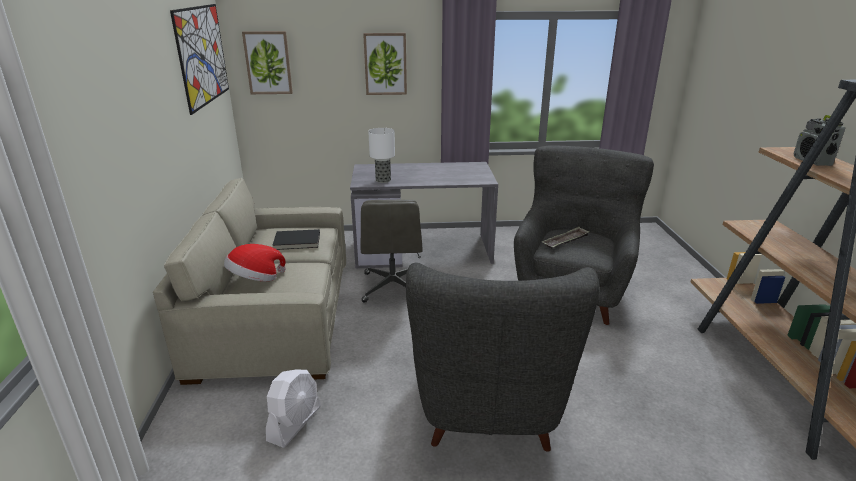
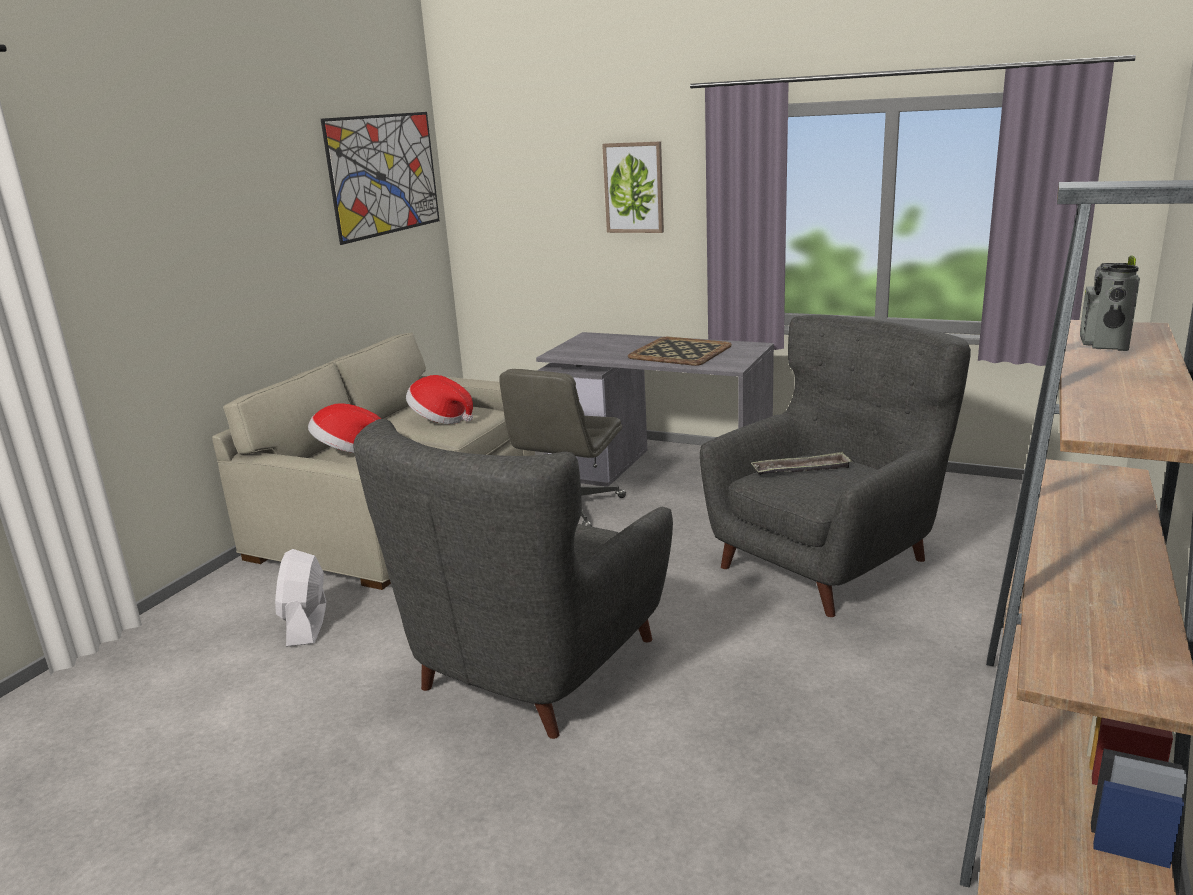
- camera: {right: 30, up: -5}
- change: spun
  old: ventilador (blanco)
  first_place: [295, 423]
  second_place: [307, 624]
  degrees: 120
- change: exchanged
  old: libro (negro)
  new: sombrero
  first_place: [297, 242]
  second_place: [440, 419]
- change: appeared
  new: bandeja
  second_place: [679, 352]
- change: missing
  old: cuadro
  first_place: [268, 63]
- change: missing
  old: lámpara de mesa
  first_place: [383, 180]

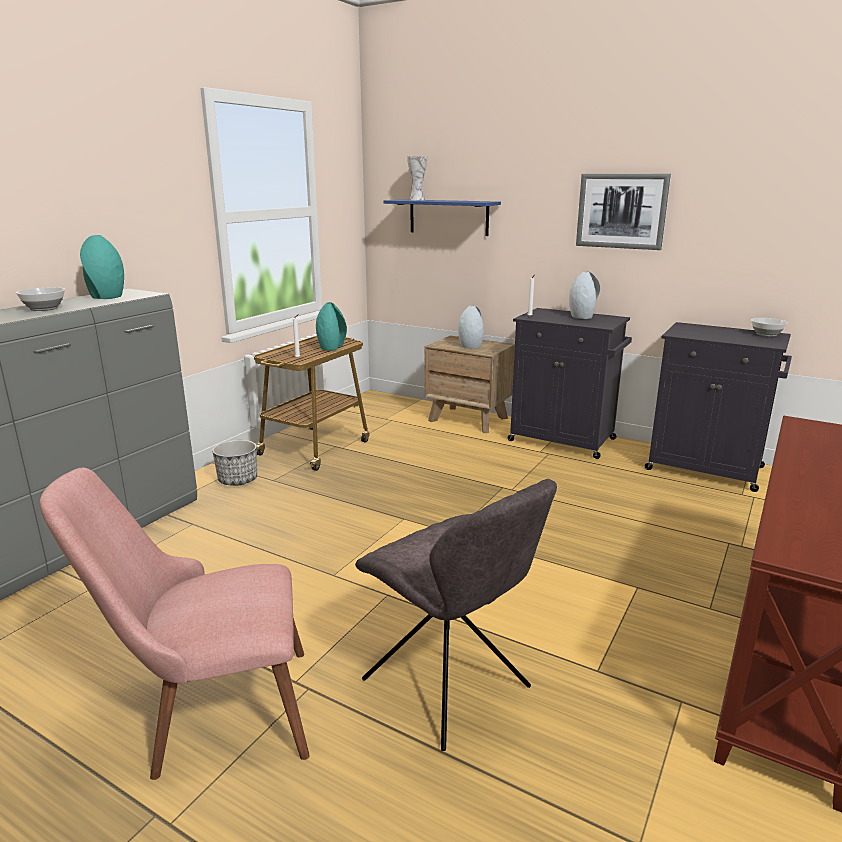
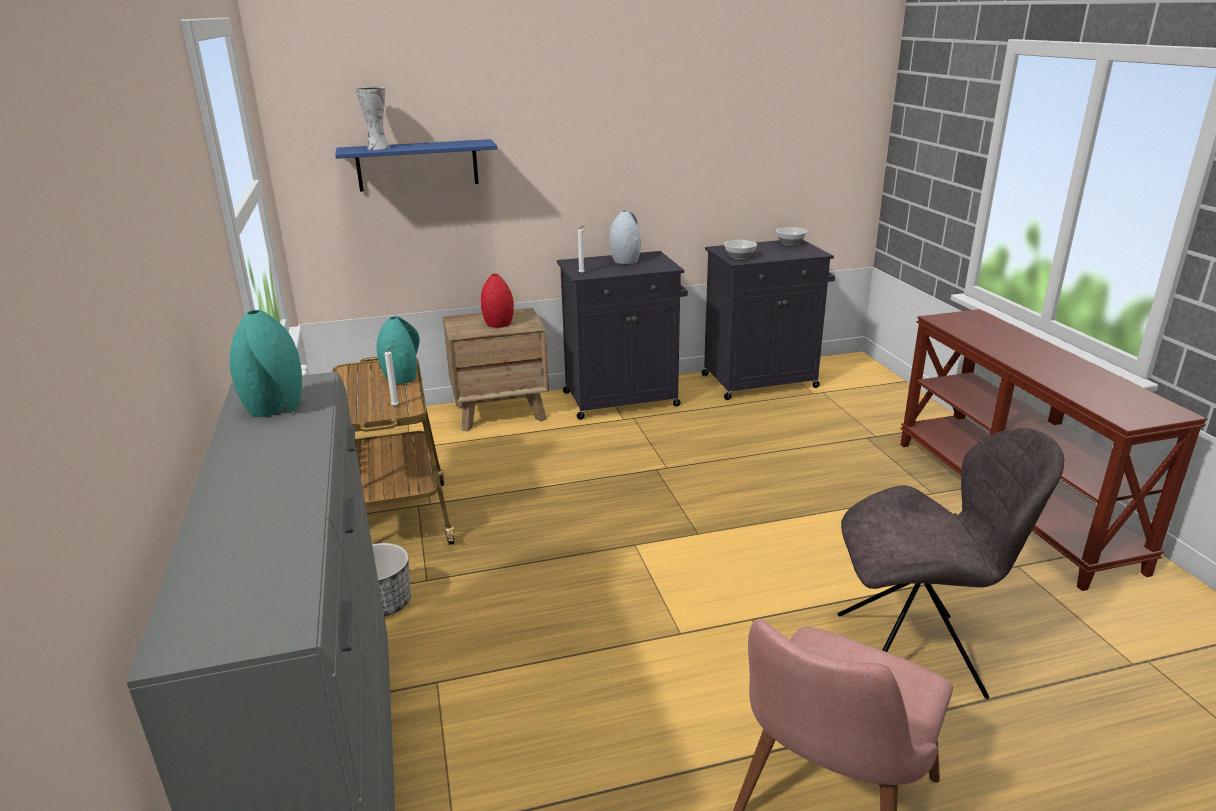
- camera: {right: -45, up: 5}
- change: colour
  old: florero (gris)
  new: florero (rojo)
  first_place: [470, 346]
  second_place: [497, 324]
- change: relocated
  old: cuenco
  first_place: [43, 309]
  second_place: [740, 257]
- change: missing
  old: cuadro
  first_place: [621, 211]

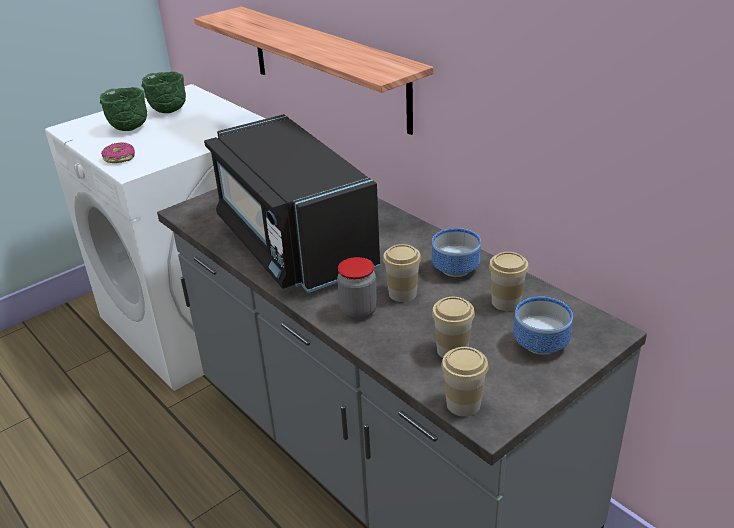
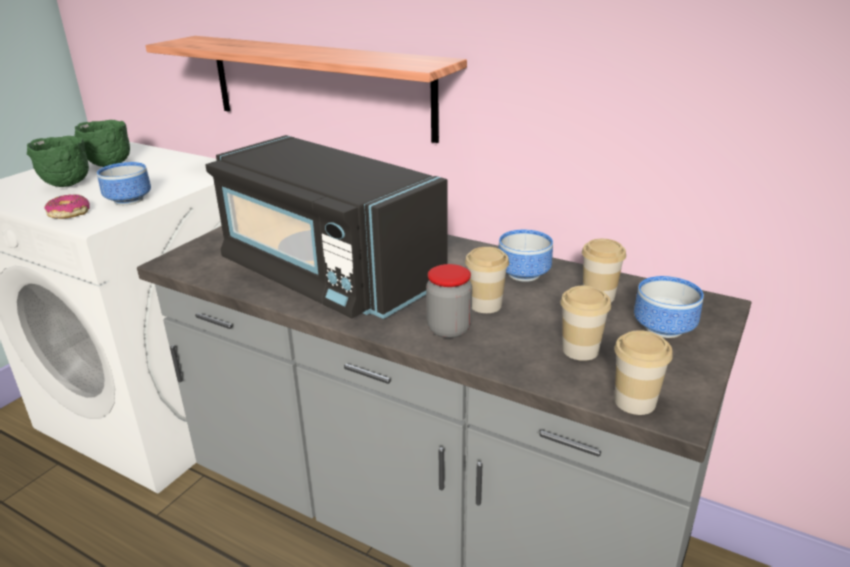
- camera: {right: -20, up: -5}
- change: appeared
  new: cuenco
  second_place: [127, 201]

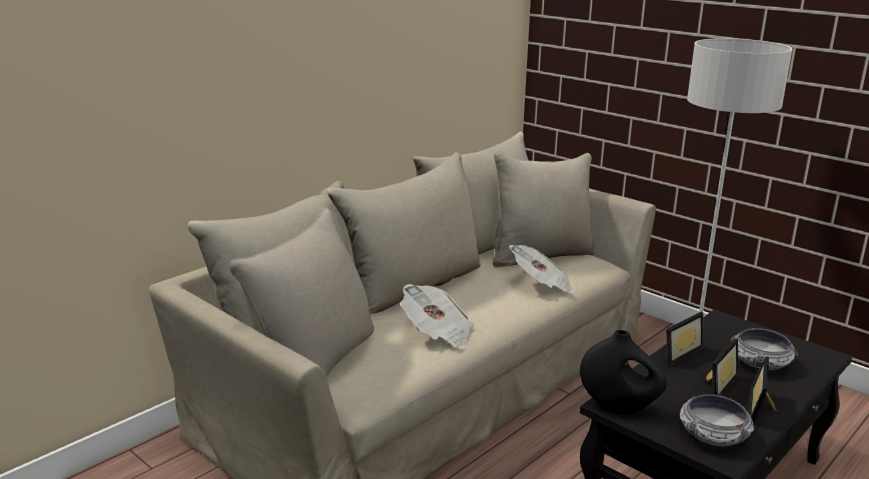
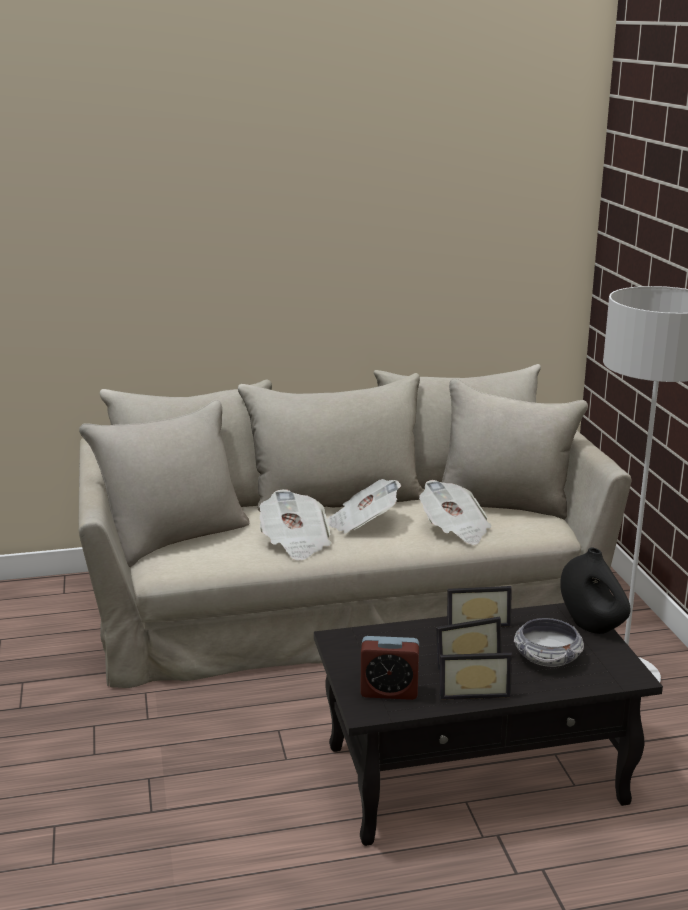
- camera: {right: 35, up: 0}
- change: appeared
  new: periódico
  second_place: [362, 523]
- change: exchanged
  old: cuenco
  new: despertador
  first_place: [713, 434]
  second_place: [389, 691]
- change: spun
  old: portarretratos
  first_place: [763, 409]
  second_place: [473, 691]
  degrees: -150
- change: relocated
  old: florero (negro)
  first_place: [619, 407]
  second_place: [591, 625]

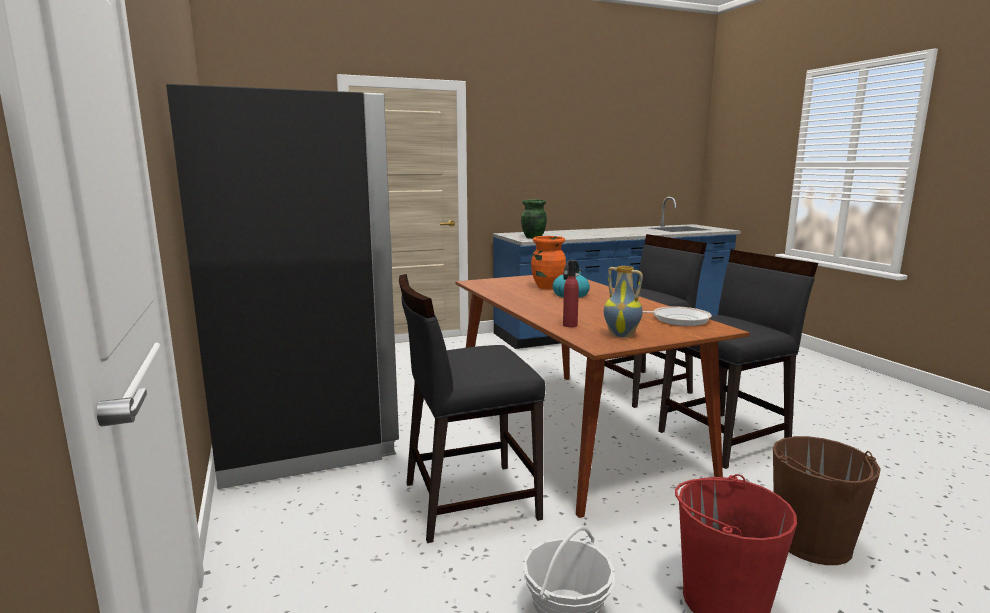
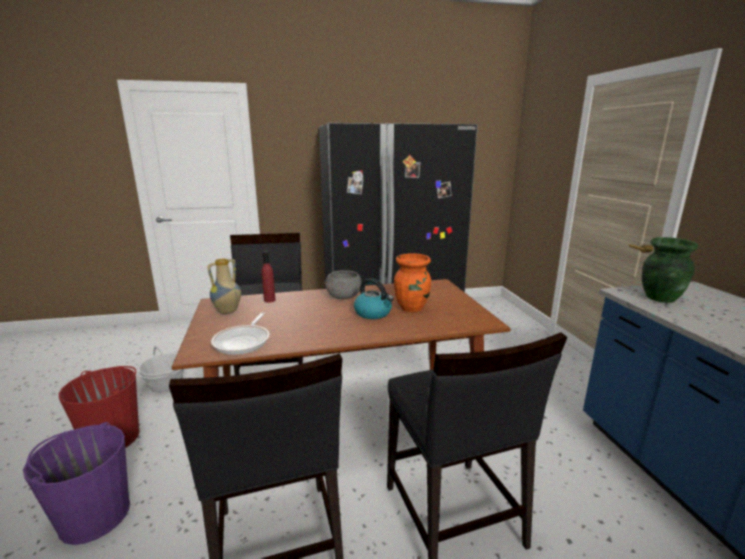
- camera: {right: 100, up: 5}
- change: colour
  old: cubo (marrón)
  new: cubo (morado)
  first_place: [812, 542]
  second_place: [94, 516]
- change: appeared
  new: cuenco (gris)
  second_place: [343, 297]

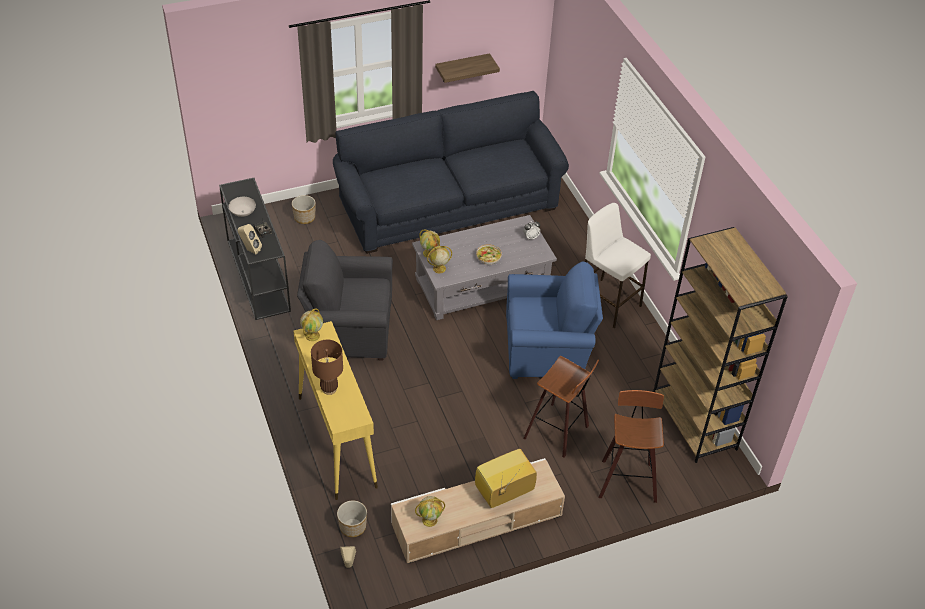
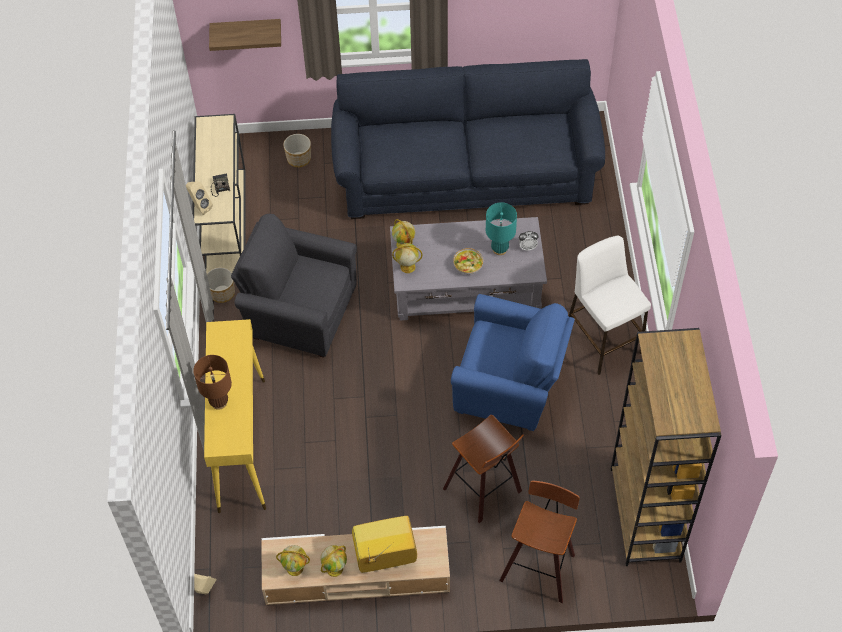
- camera: {right: 20, up: 10}
- change: colour
  old: mesa consola (negro)
  new: mesa consola (beis)
  first_place: [257, 274]
  second_place: [225, 221]
- change: relocated
  old: maceta
  first_place: [352, 527]
  second_place: [222, 293]
- change: relocated
  old: estante
  first_place: [462, 68]
  second_place: [246, 30]
- change: relocated
  old: globo terráqueo
  first_place: [312, 335]
  second_place: [335, 568]
- change: appeared
  new: lámpara de mesa (turquesa)
  second_place: [499, 249]
- change: missing
  old: cuenco (blanco)
  first_place: [243, 213]

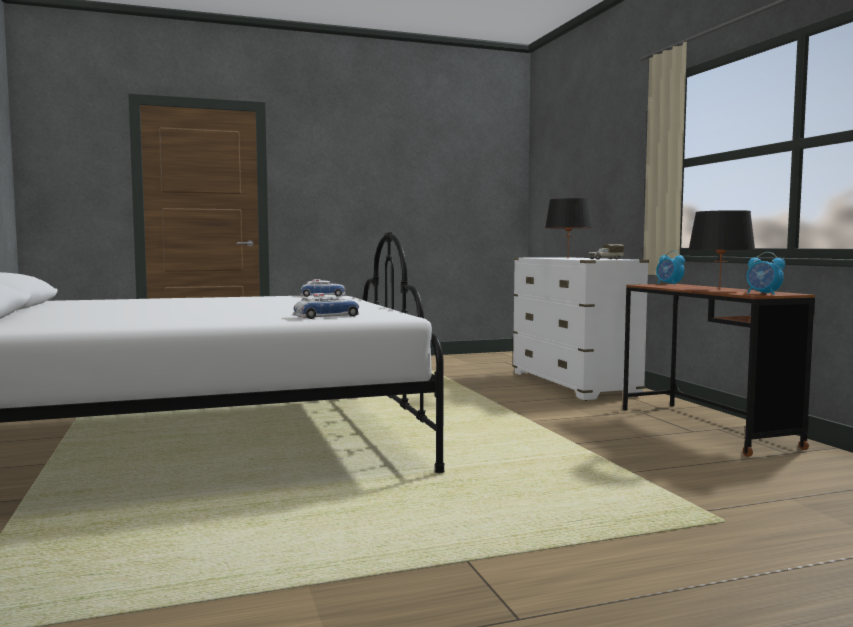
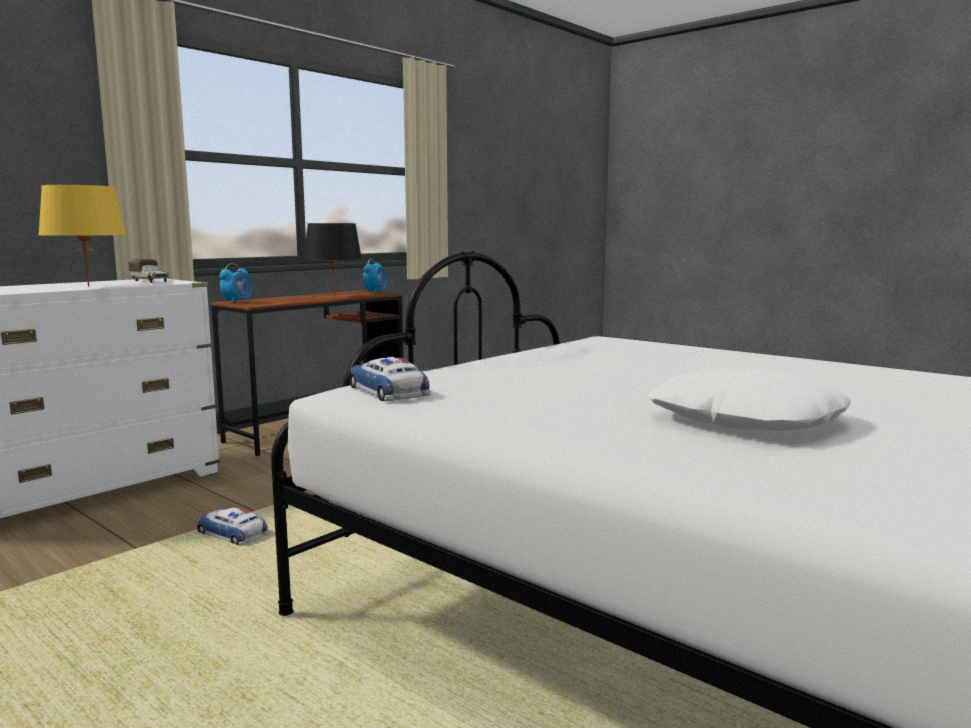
- camera: {right: -120, up: 5}
- change: colour
  old: lámpara de mesa (negro)
  new: lámpara de mesa (amarillo)
  first_place: [568, 258]
  second_place: [88, 286]
- change: relocated
  old: coche de juguete
  first_place: [326, 316]
  second_place: [232, 534]
- change: appeared
  new: cojín (blanco)
  second_place: [744, 420]

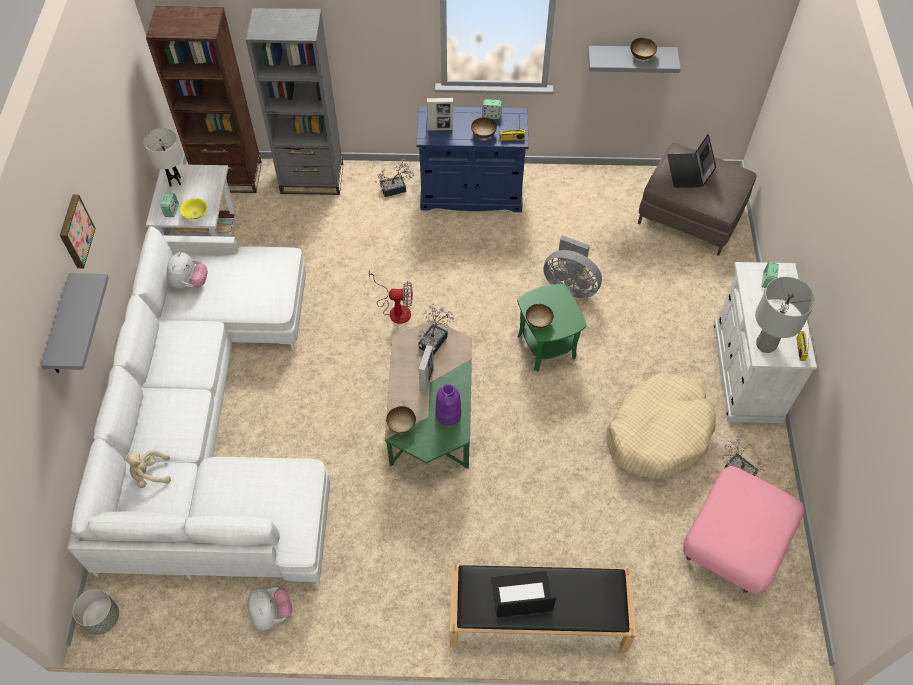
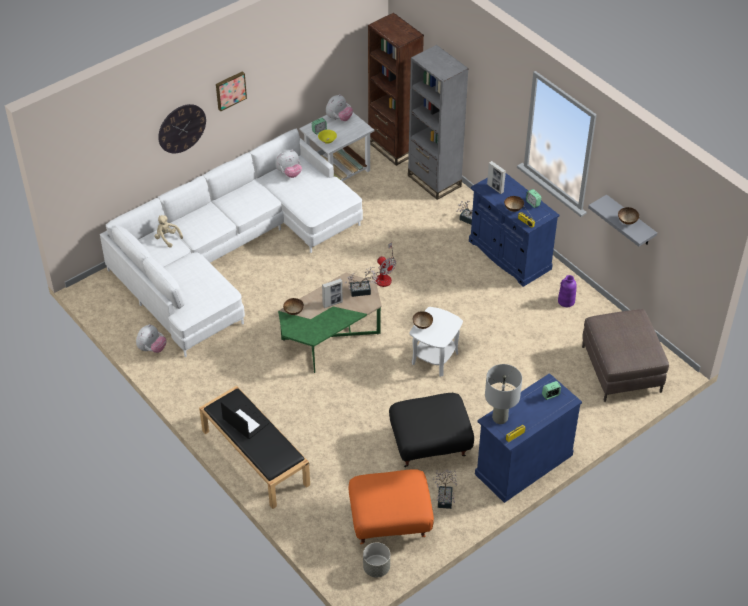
- camera: {right: 50, up: -10}
- change: exchanged
  old: estante (gris)
  new: reloj de pared
  first_place: [61, 328]
  second_place: [182, 128]
- change: exchanged
  old: lámpara de mesa (blanco)
  new: peluche
  first_place: [175, 182]
  second_place: [339, 118]
- change: colour
  old: puf (rosa)
  new: puf (naranja)
  first_place: [733, 544]
  second_place: [390, 522]
- change: relocated
  old: maceta (gris)
  first_place: [102, 617]
  second_place: [376, 567]
- change: exchanged
  old: cama para perro (beis)
  new: puf (negro)
  first_place: [658, 433]
  second_place: [430, 445]
- change: colour
  old: mesa auxiliar (verde)
  new: mesa auxiliar (blanco)
  first_place: [546, 346]
  second_place: [434, 358]
- change: colour
  old: armario (blanco)
  new: armario (azul)
  first_place: [746, 372]
  second_place: [523, 464]
- change: relocated
  old: florero (morado)
  first_place: [448, 415]
  second_place: [566, 301]
- change: missing
  old: ventilador (gris)
  first_place: [570, 285]
- change: missing
  old: portátil
  first_place: [688, 171]

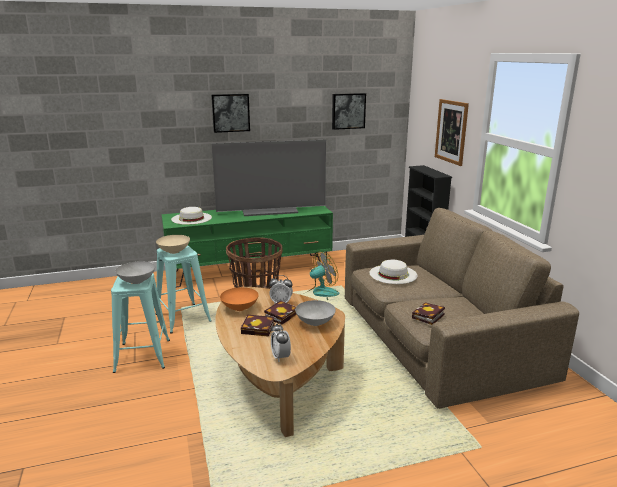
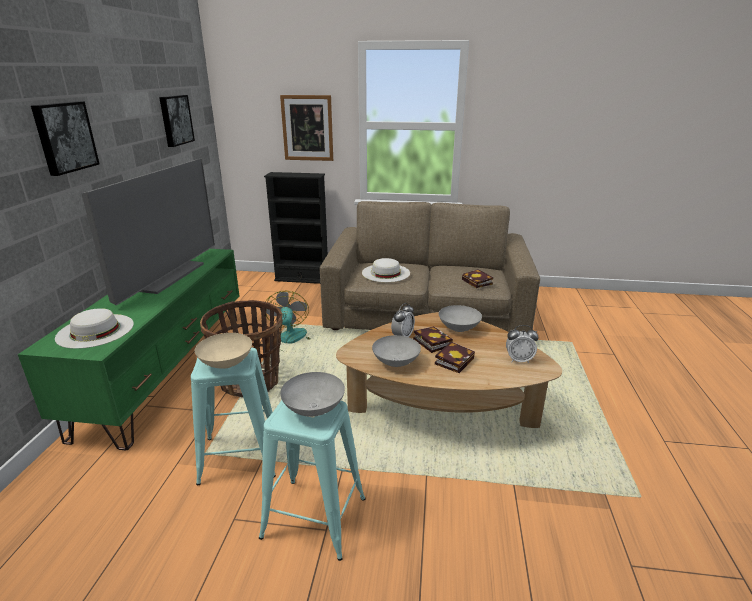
- camera: {right: -65, up: 5}
- change: colour
  old: cuenco (naranja)
  new: cuenco (gris)
  first_place: [239, 308]
  second_place: [395, 363]

